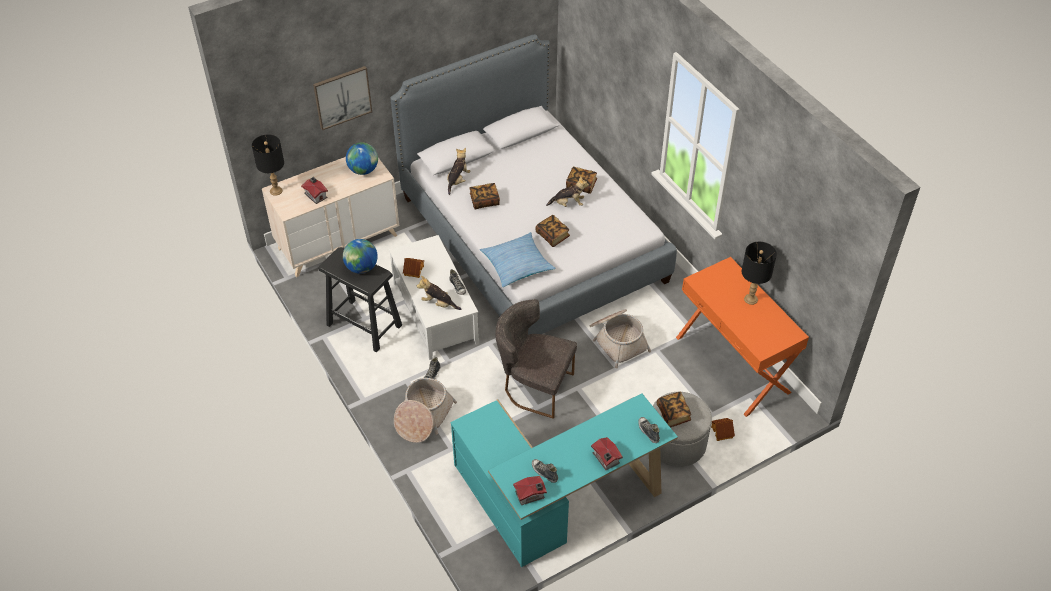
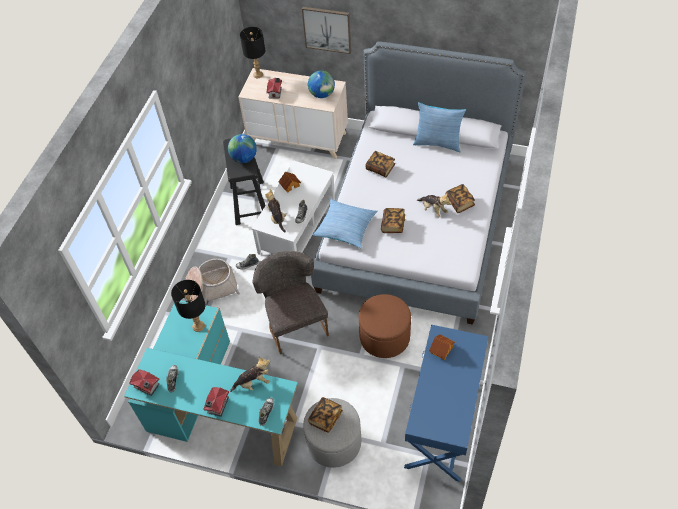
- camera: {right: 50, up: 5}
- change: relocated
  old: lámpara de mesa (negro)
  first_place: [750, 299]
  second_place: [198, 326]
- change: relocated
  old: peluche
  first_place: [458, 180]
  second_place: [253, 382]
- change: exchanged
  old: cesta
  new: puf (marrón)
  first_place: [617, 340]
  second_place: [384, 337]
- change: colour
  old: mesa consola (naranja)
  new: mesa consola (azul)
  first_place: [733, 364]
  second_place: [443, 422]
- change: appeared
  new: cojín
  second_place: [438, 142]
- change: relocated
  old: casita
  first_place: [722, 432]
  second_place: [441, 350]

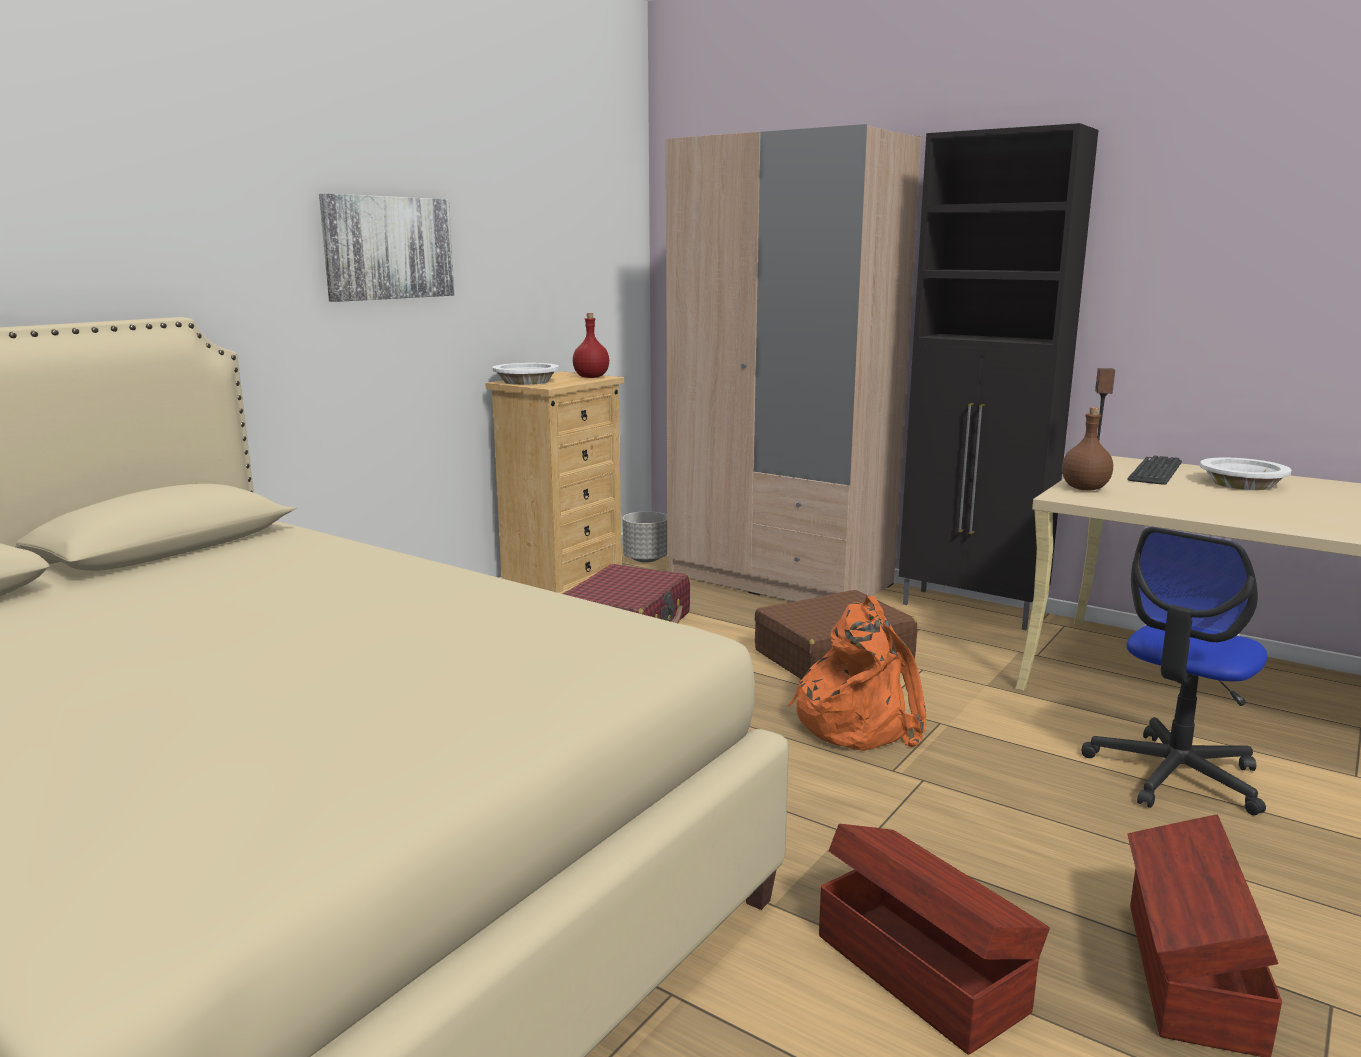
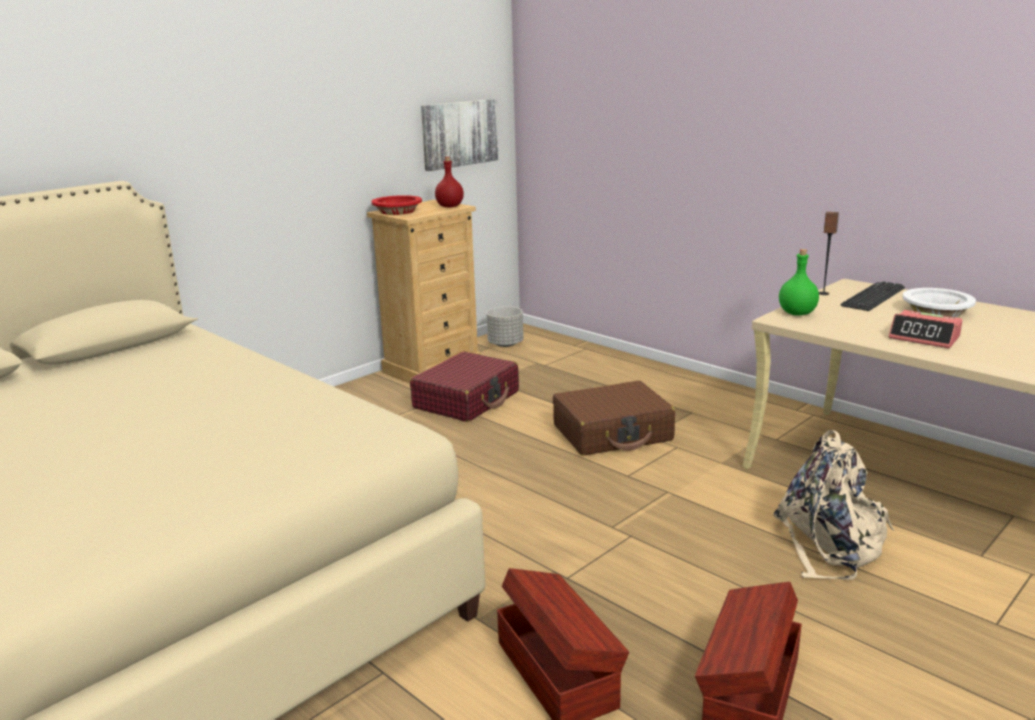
- camera: {right: 10, up: 5}
- change: colour
  old: cuenco (blanco)
  new: cuenco (rojo)
  first_place: [526, 381]
  second_place: [397, 211]
- change: relocated
  old: cuadro
  first_place: [388, 248]
  second_place: [459, 133]
- change: exchanged
  old: silla de oficina
  new: mochila (beis)
  first_place: [1174, 775]
  second_place: [830, 545]
- change: colour
  old: botella (marrón)
  new: botella (verde)
  first_place: [1085, 488]
  second_place: [797, 313]
- change: appeared
  new: despertador
  second_place: [924, 338]
- change: missing
  old: armario ropero (beis)
  first_place: [780, 580]
- change: missing
  old: mochila (naranja)
  first_place: [857, 722]
- change: missing
  old: armario (negro)
  first_place: [973, 610]

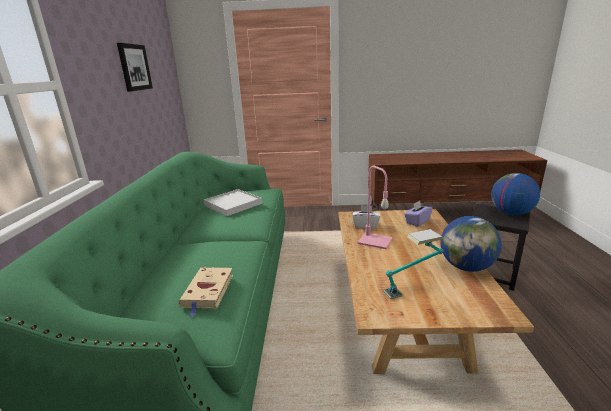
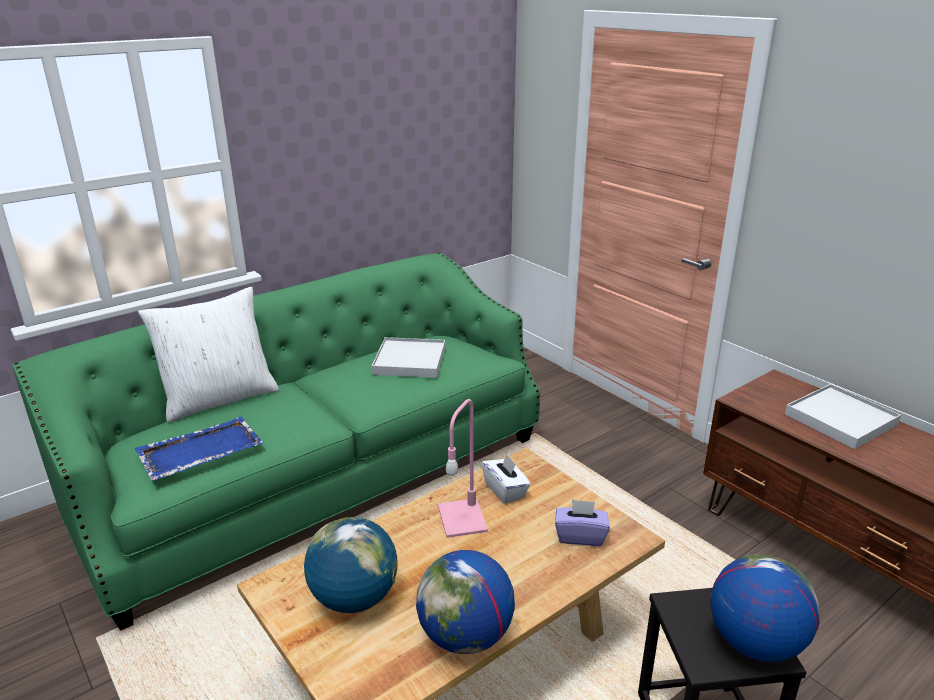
- camera: {right: 50, up: 5}
- change: exchanged
  old: libro (beis)
  new: bandeja (azul)
  first_place: [208, 292]
  second_place: [199, 451]
- change: appeared
  new: cojín (blanco)
  second_place: [219, 398]
- change: exchanged
  old: lámpara de mesa
  new: globo terráqueo
  first_place: [412, 289]
  second_place: [354, 598]
- change: appeared
  new: bandeja (blanco)
  second_place: [840, 419]
- change: missing
  old: cuadro
  first_place: [134, 67]

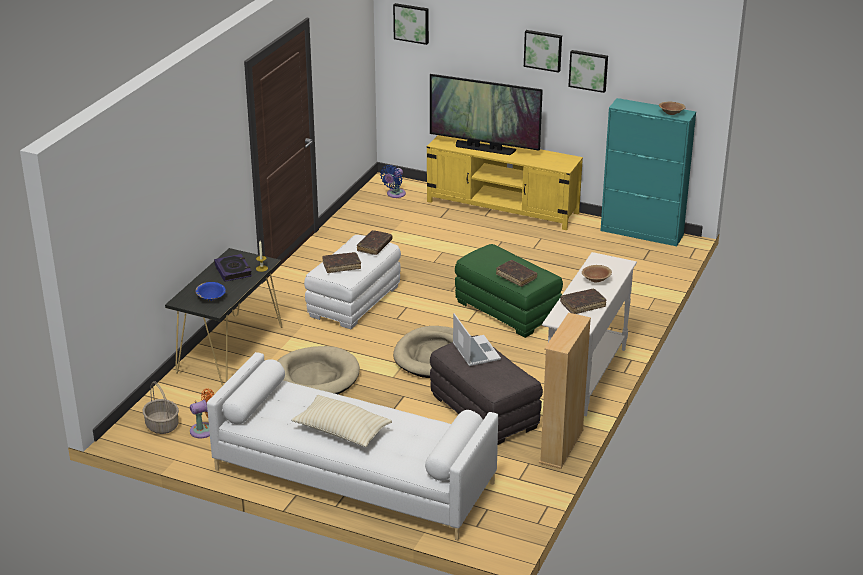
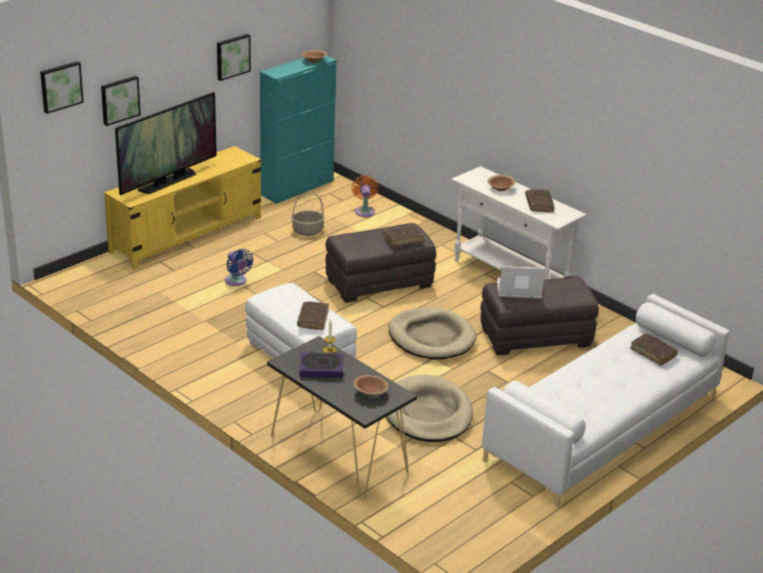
- camera: {right: -70, up: 0}
- change: relocated
  old: cuadro
  first_place: [543, 50]
  second_place: [119, 100]
- change: relocated
  old: ventilador (azul)
  first_place: [394, 194]
  second_place: [236, 281]
- change: relocated
  old: cesta
  first_place: [162, 426]
  second_place: [308, 231]
- change: colour
  old: puf (verde)
  new: puf (gris)
  first_place: [508, 311]
  second_place: [379, 282]
- change: relocated
  old: ventilador (naranja)
  first_place: [205, 430]
  second_place: [364, 211]
- change: colour
  old: cuenco (azul)
  new: cuenco (marrón)
  first_place: [211, 297]
  second_place: [370, 392]
- change: relocated
  old: libro (marrón)
  first_place: [374, 246]
  second_place: [653, 353]
- change: missing
  old: cojín (beis)
  first_place: [341, 431]
- change: missing
  old: estantería (beis)
  first_place: [561, 446]

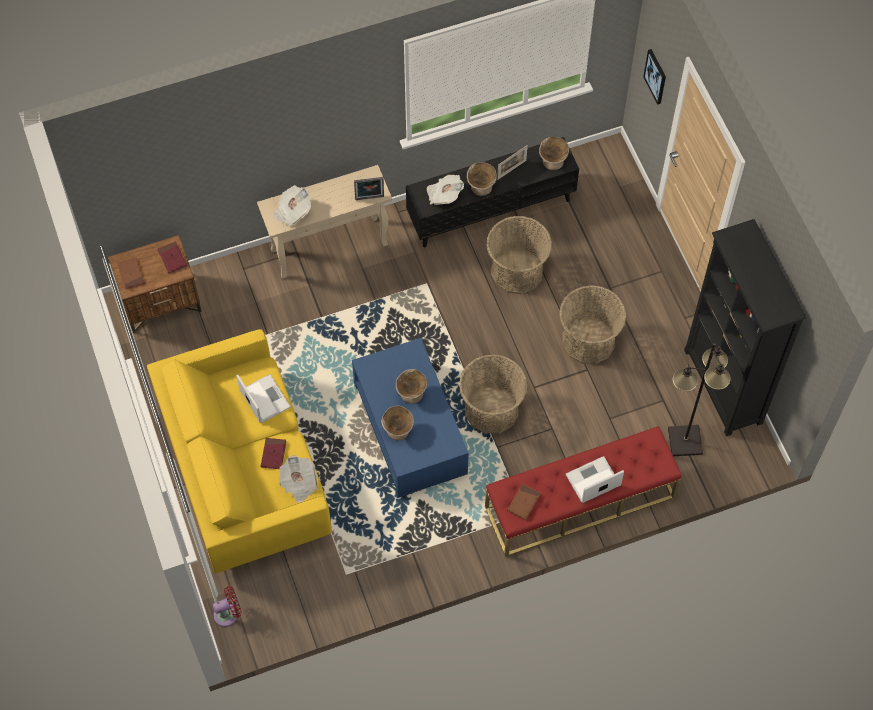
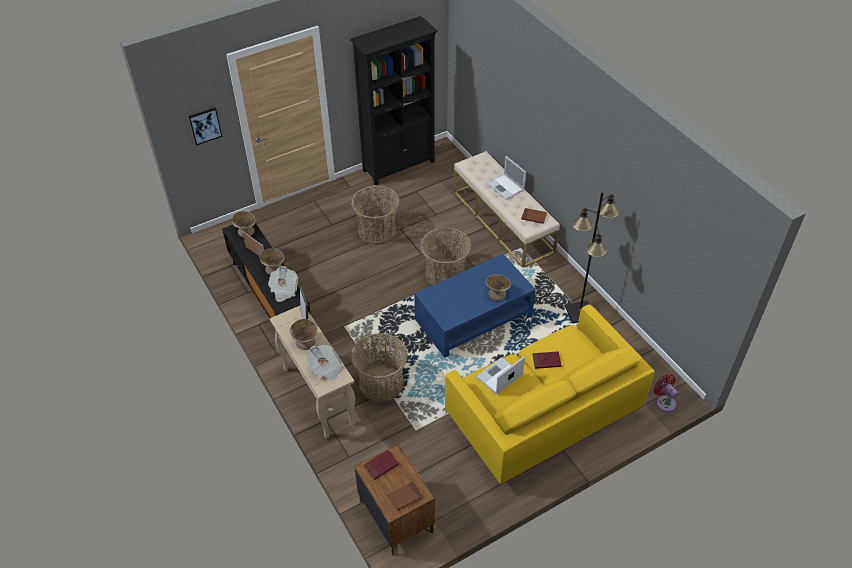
- camera: {right: -100, up: -15}
- change: relocated
  old: cuenco (beis)
  first_place: [411, 393]
  second_place: [305, 342]
- change: relocated
  old: cesta
  first_place: [516, 271]
  second_place: [381, 383]
- change: colour
  old: banco (rojo)
  new: banco (beis)
  first_place: [579, 502]
  second_place: [503, 222]
- change: relocated
  old: lámpara de pie (negro)
  first_place: [684, 441]
  second_place: [580, 313]
- change: missing
  old: periódico
  first_place: [299, 483]

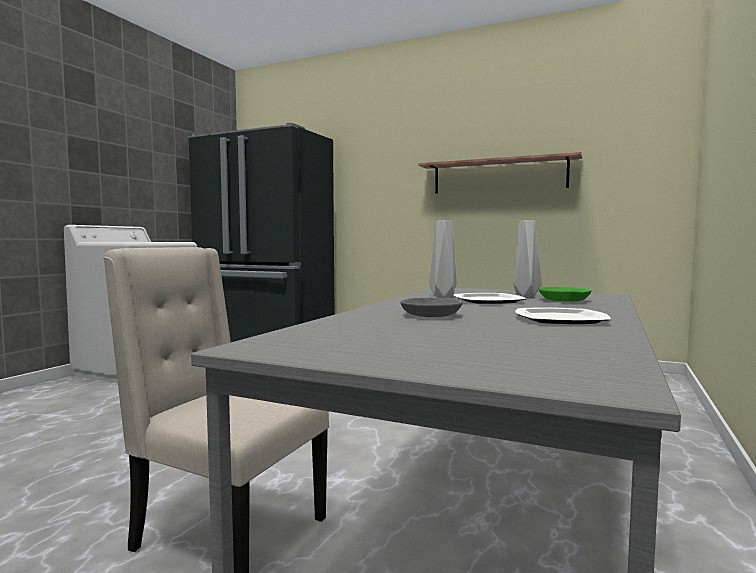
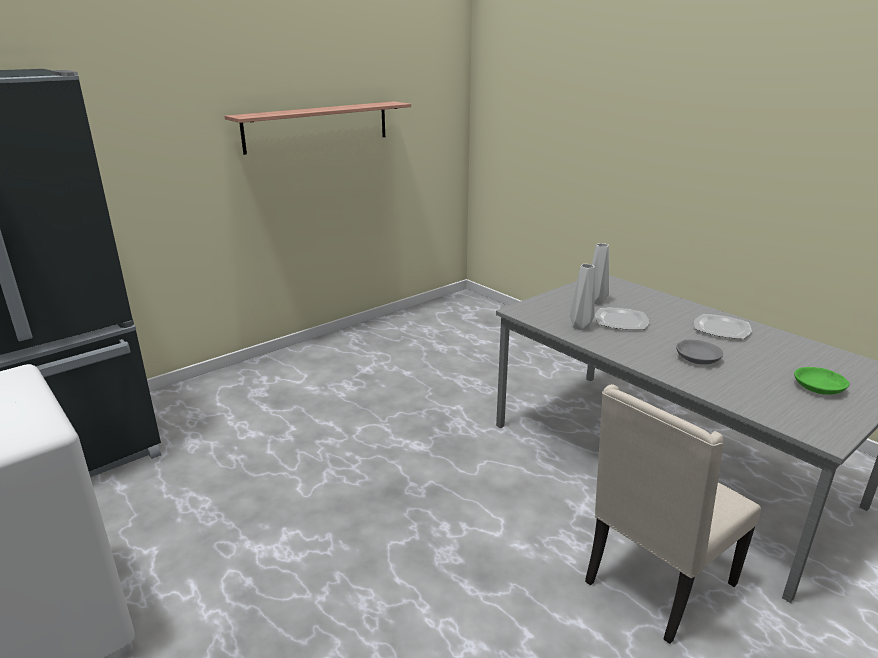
- camera: {right: -65, up: 20}
- change: relocated
  old: cuenco (verde)
  first_place: [564, 300]
  second_place: [819, 387]

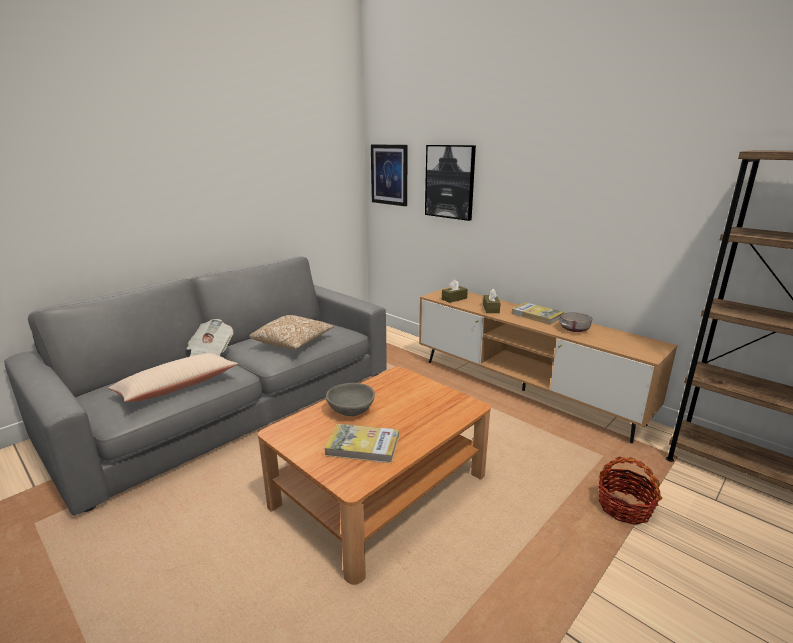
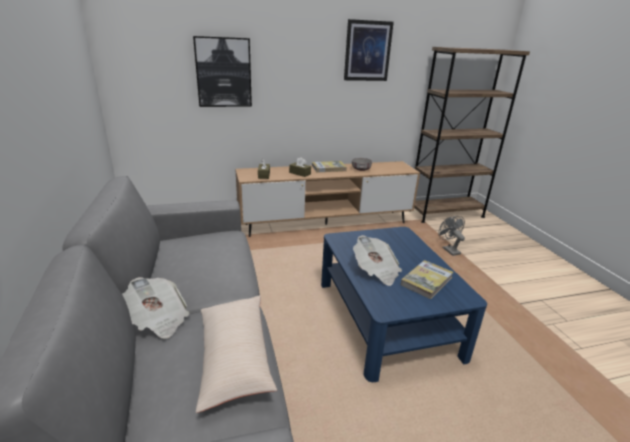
- camera: {right: -60, up: 5}
- change: colour
  old: mesa de centro (marrón)
  new: mesa de centro (azul)
  first_place: [380, 489]
  second_place: [386, 318]
- change: relocated
  old: cuadro
  first_place: [389, 174]
  second_place: [367, 51]
- change: exchanged
  old: cuenco (gris)
  new: periódico
  first_place: [351, 411]
  second_place: [376, 271]
- change: exchanged
  old: cesta
  new: ventilador (gris)
  first_place: [624, 507]
  second_place: [448, 249]
- change: missing
  old: cojín
  first_place: [293, 343]

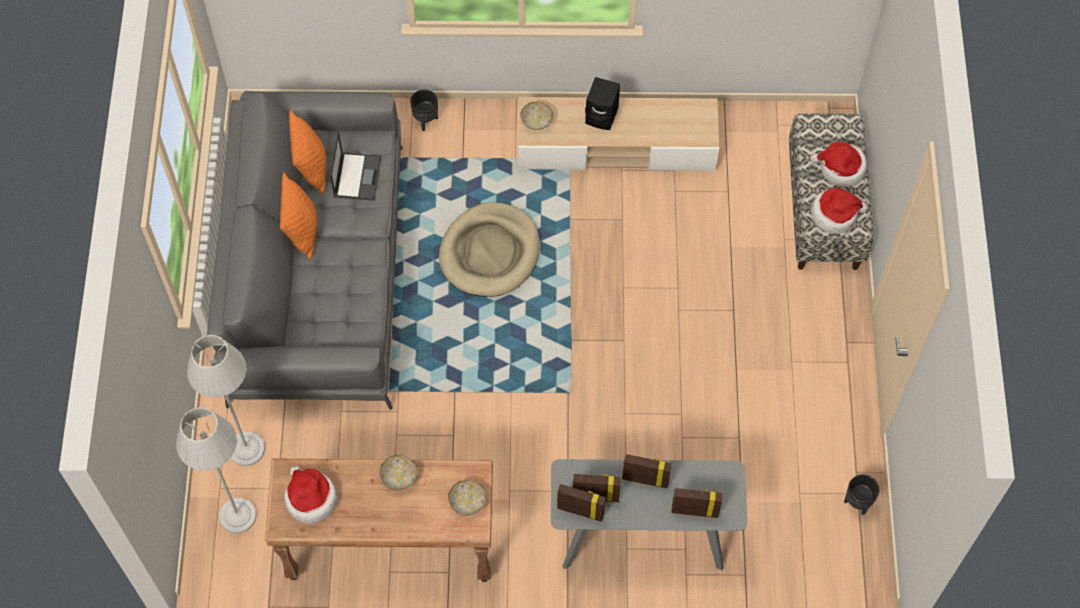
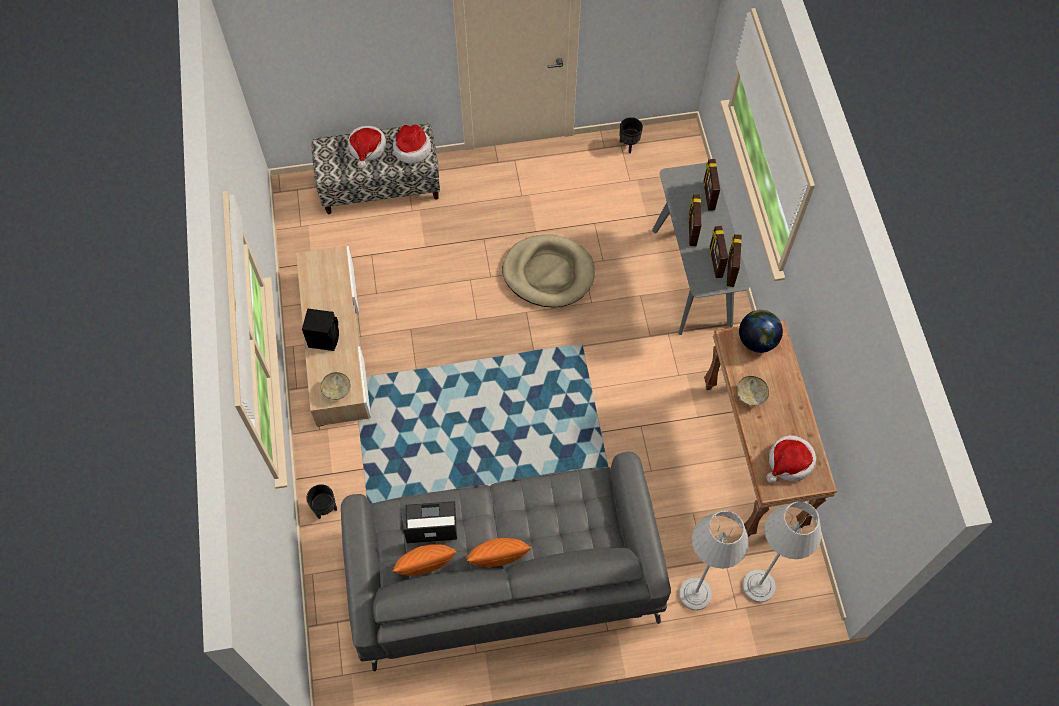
- camera: {right: -100, up: 0}
- change: relocated
  old: cama para perro (beis)
  first_place: [490, 252]
  second_place: [548, 273]
- change: exchanged
  old: cuenco
  new: globo terráqueo
  first_place: [468, 503]
  second_place: [757, 340]

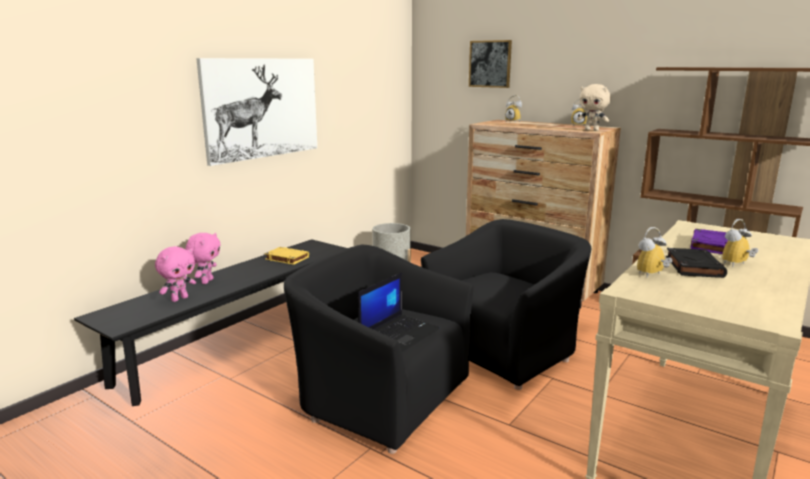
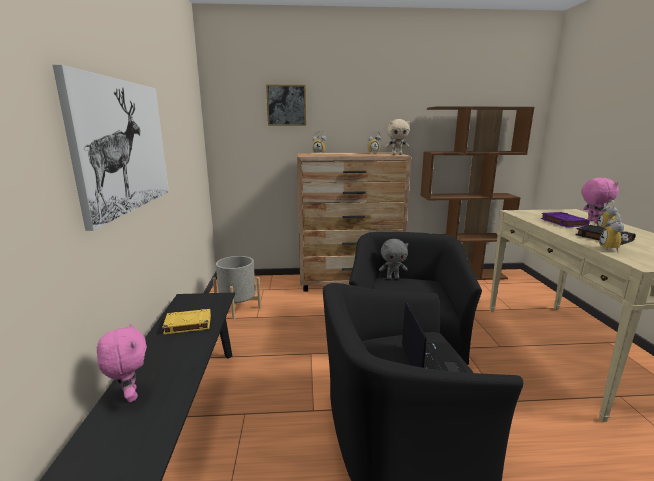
- camera: {right: -40, up: 0}
- change: appeared
  new: peluche (gris)
  second_place: [392, 278]
- change: relocated
  old: peluche (rosa)
  first_place: [179, 299]
  second_place: [592, 221]

